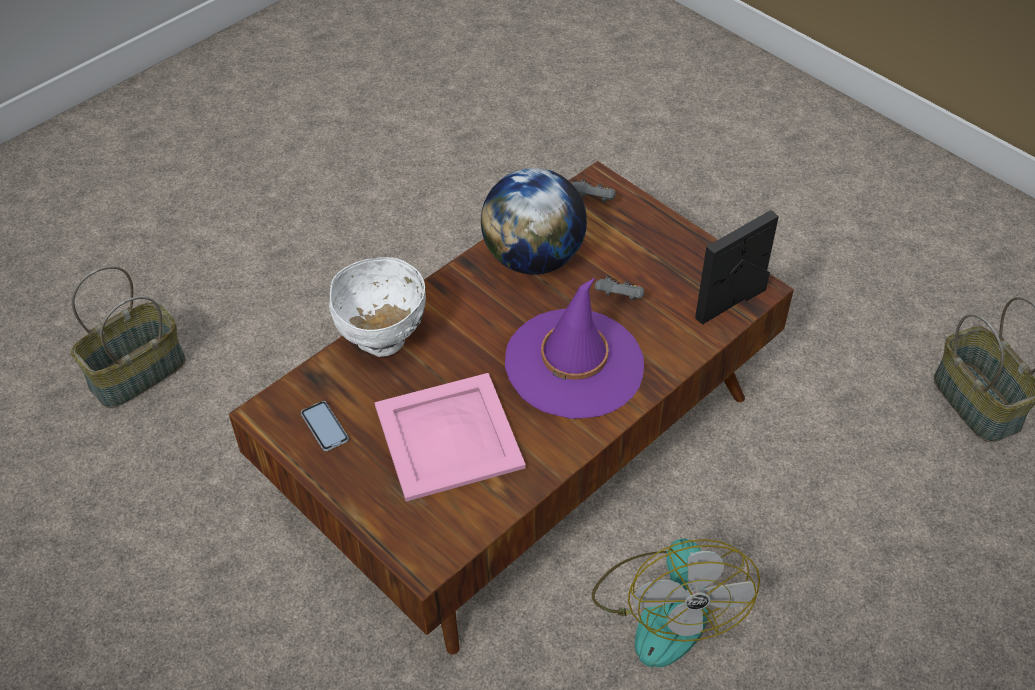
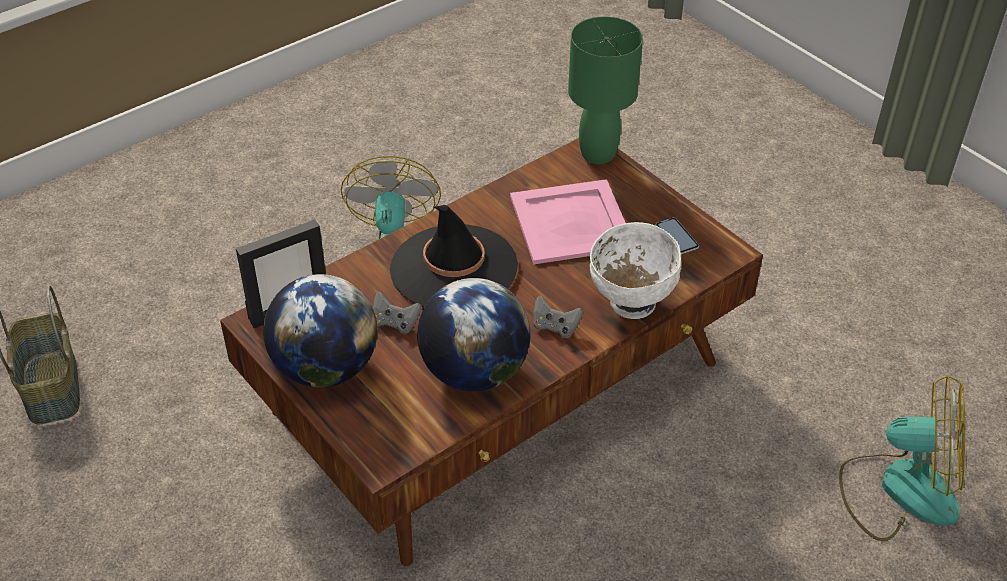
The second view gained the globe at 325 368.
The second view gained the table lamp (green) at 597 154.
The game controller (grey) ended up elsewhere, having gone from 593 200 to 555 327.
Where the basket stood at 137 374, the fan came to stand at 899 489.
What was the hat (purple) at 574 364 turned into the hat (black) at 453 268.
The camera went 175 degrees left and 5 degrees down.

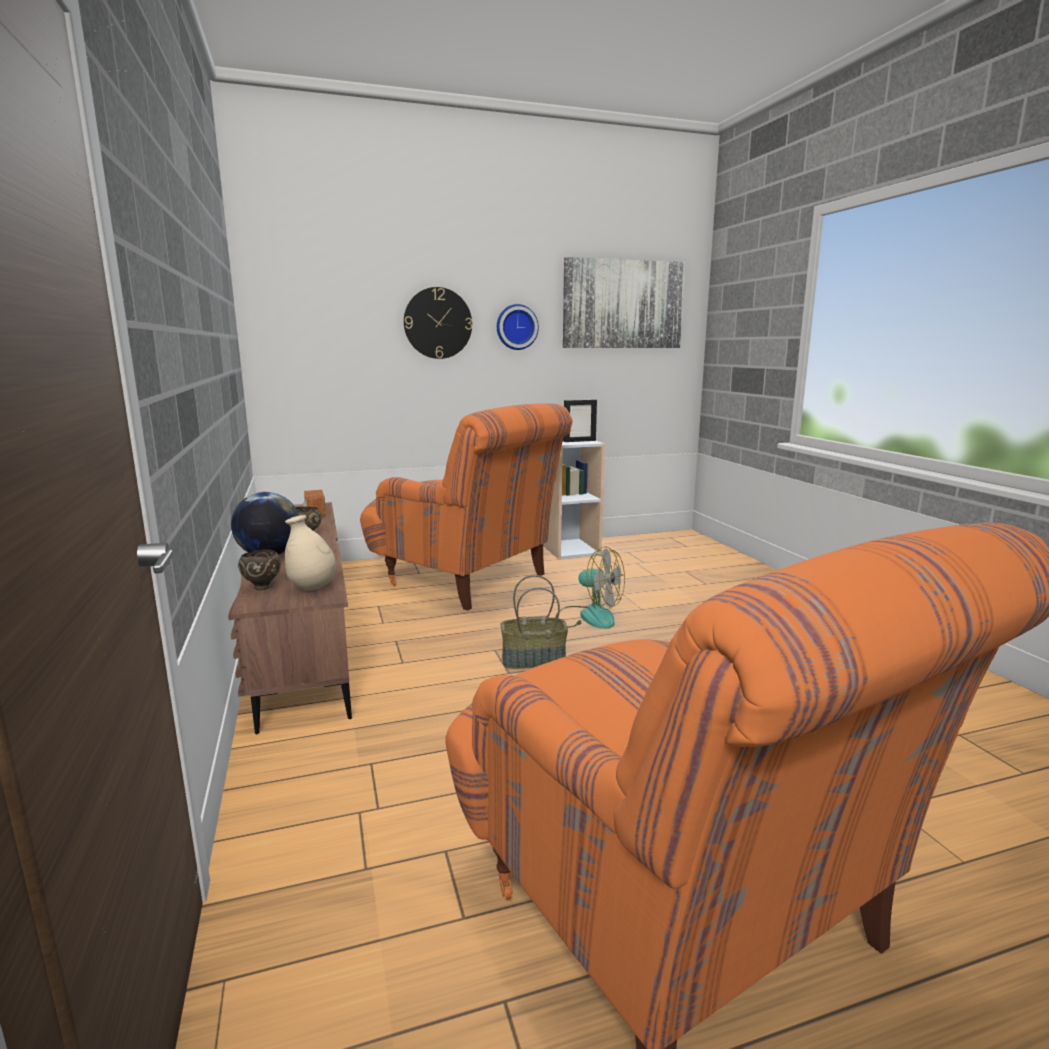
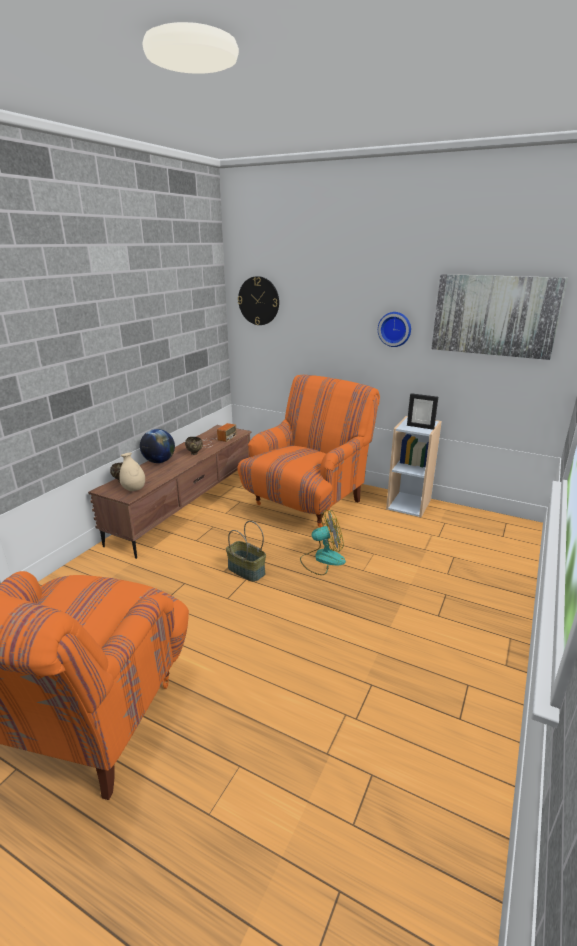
The wall clock ended up elsewhere, having gone from 438 323 to 258 301.
The armchair (orange) at 468 580 ended up facing another way, 135 degrees counterclockwise from before.
The fan at 588 617 ended up facing another way, 90 degrees counterclockwise from before.
The camera went 45 degrees right and 10 degrees up.

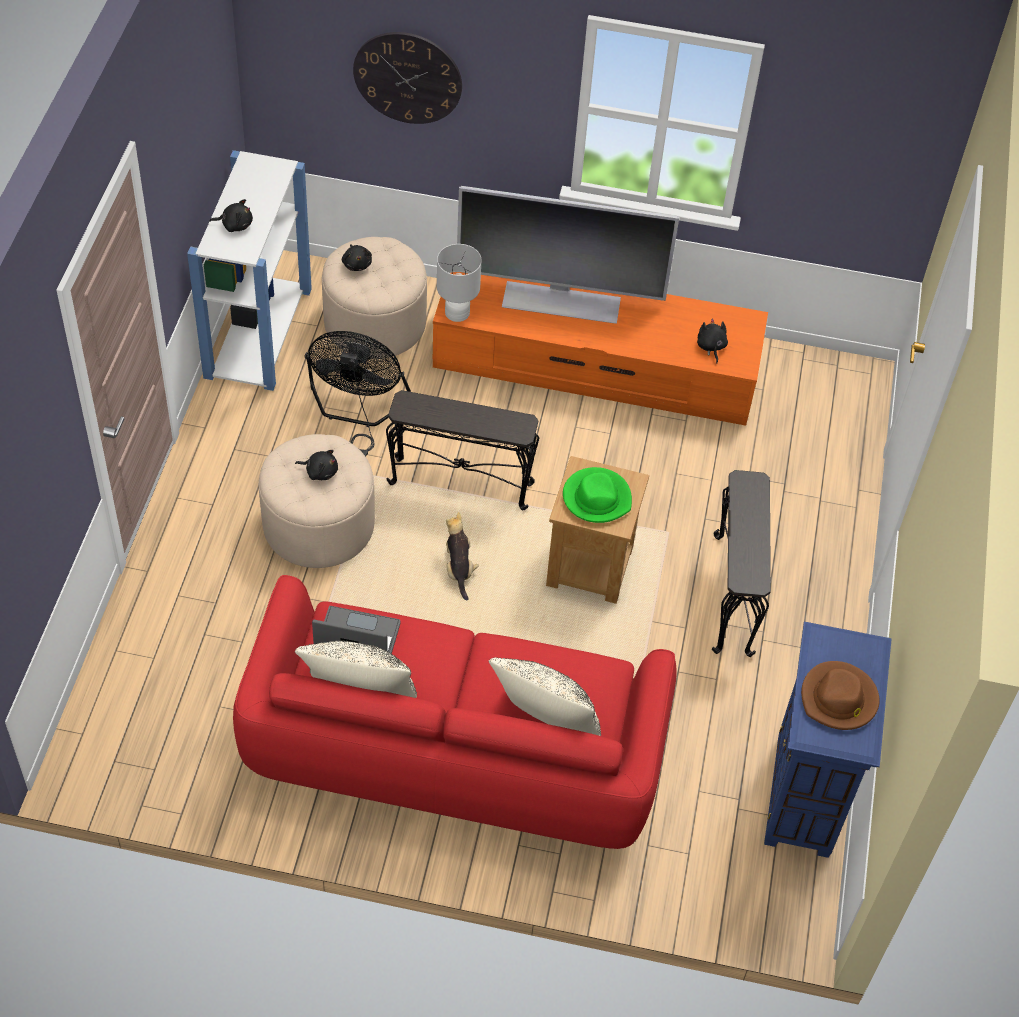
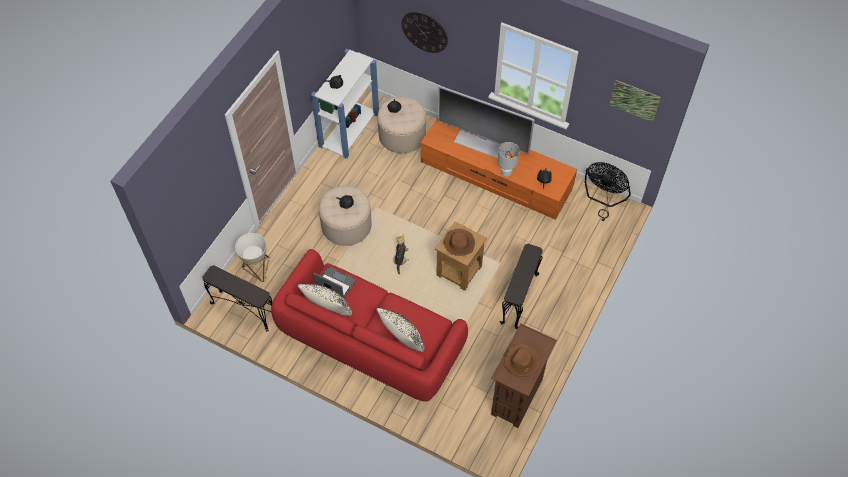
The second view gained the planter at 257 268.
The second view gained the picture at 634 100.
The fan (black) ended up elsewhere, having gone from 356 412 to 603 198.
The side table (black) ended up elsewhere, having gone from 460 485 to 243 311.
The table lamp (grey) ended up elsewhere, having gone from 457 313 to 506 172.
What was the hat (green) at 597 498 turned into the hat (brown) at 459 243.
What was the cabinet (blue) at 804 799 turned into the cabinet (brown) at 516 399.
The camera went 20 degrees right and 5 degrees up.

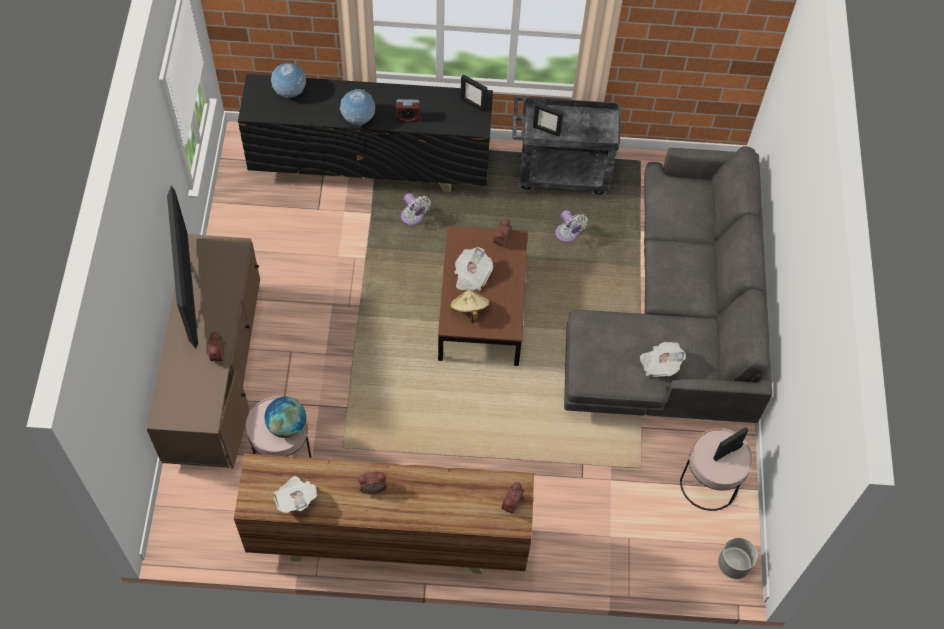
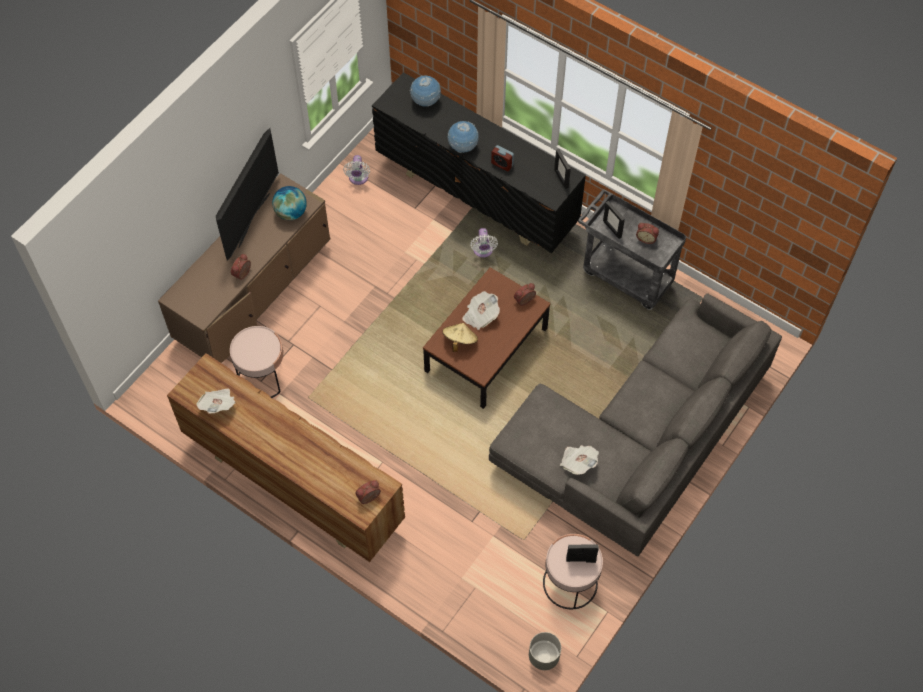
The globe ended up elsewhere, having gone from 287 425 to 291 213.
The alarm clock ended up elsewhere, having gone from 372 486 to 646 238.
The fan (white) ended up elsewhere, having gone from 567 235 to 358 179.
The camera went 35 degrees right and 0 degrees up.

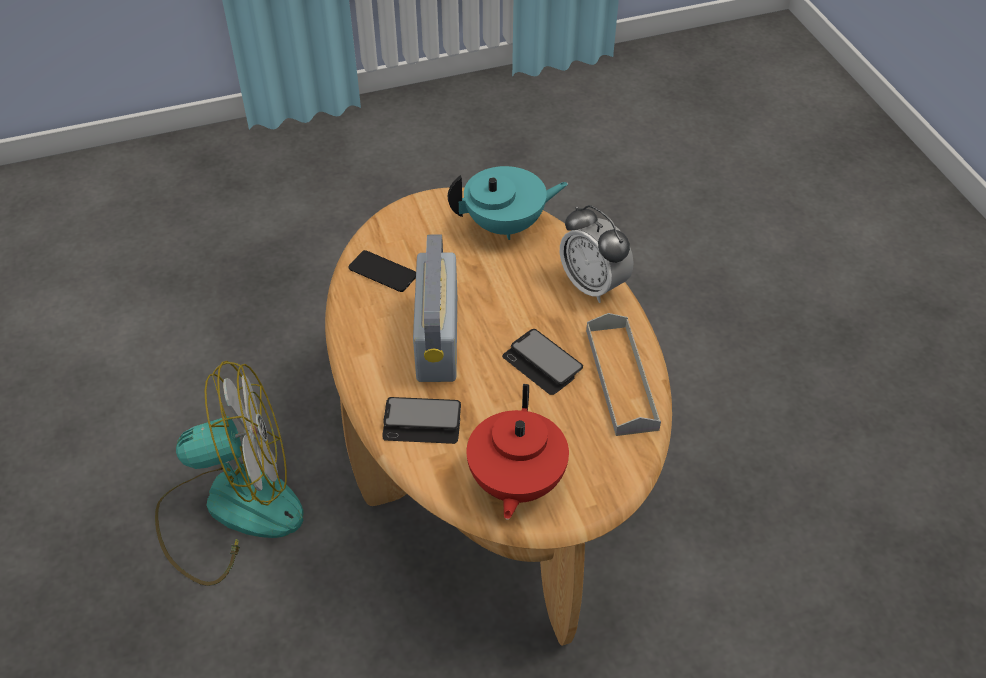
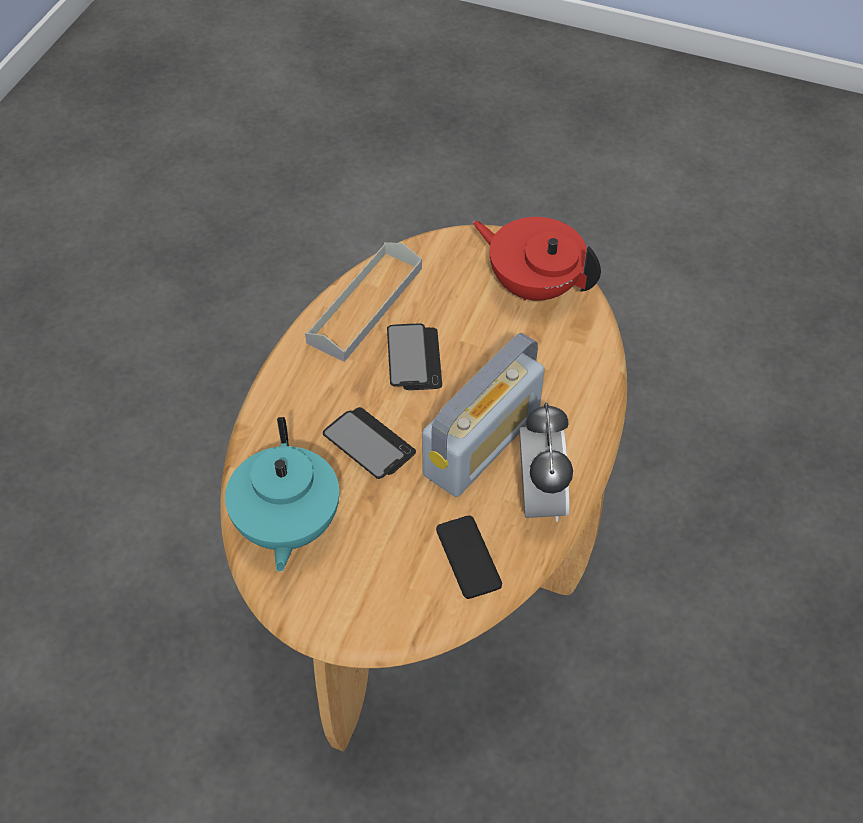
The second view lost the fan at 230 509.
The phone ended up elsewhere, having gone from 422 422 to 369 444.
The alarm clock ended up elsewhere, having gone from 593 285 to 540 498.
The teapot (turquoise) at 506 225 ended up facing another way, 120 degrees counterclockwise from before.
The teapot (red) at 515 482 ended up facing another way, 105 degrees counterclockwise from before.
The camera went 140 degrees left and 5 degrees up.

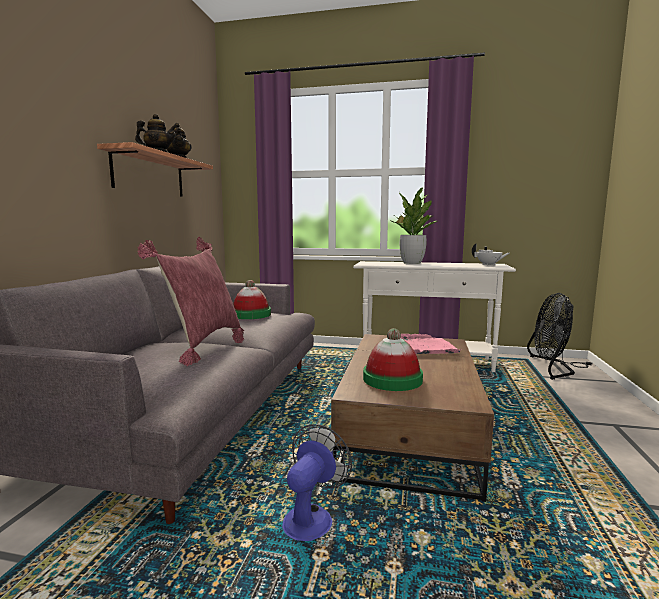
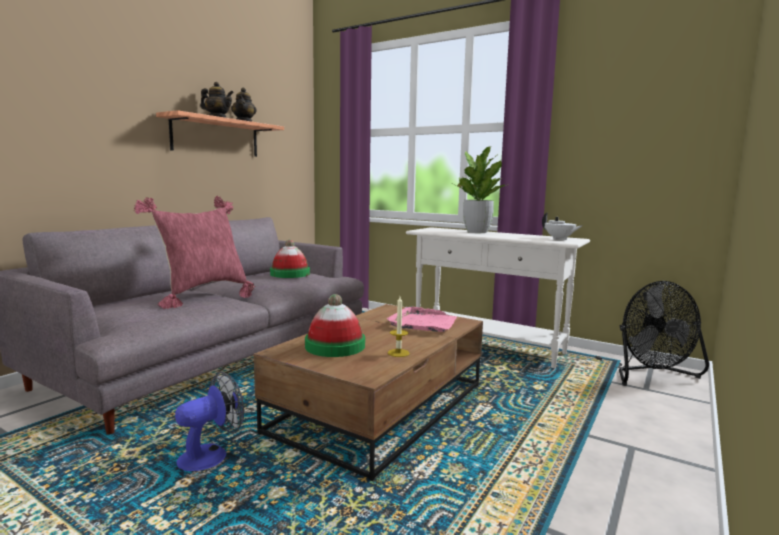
The second view gained the candle at 398 353.
The fan (black) at 555 367 ended up facing another way, 135 degrees counterclockwise from before.
The camera went 20 degrees right and 0 degrees up.

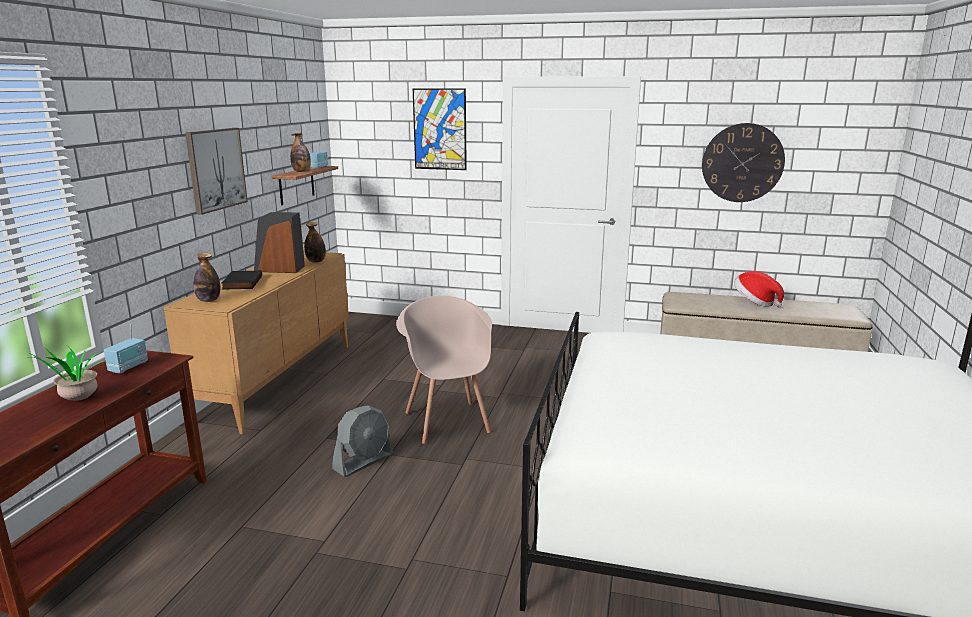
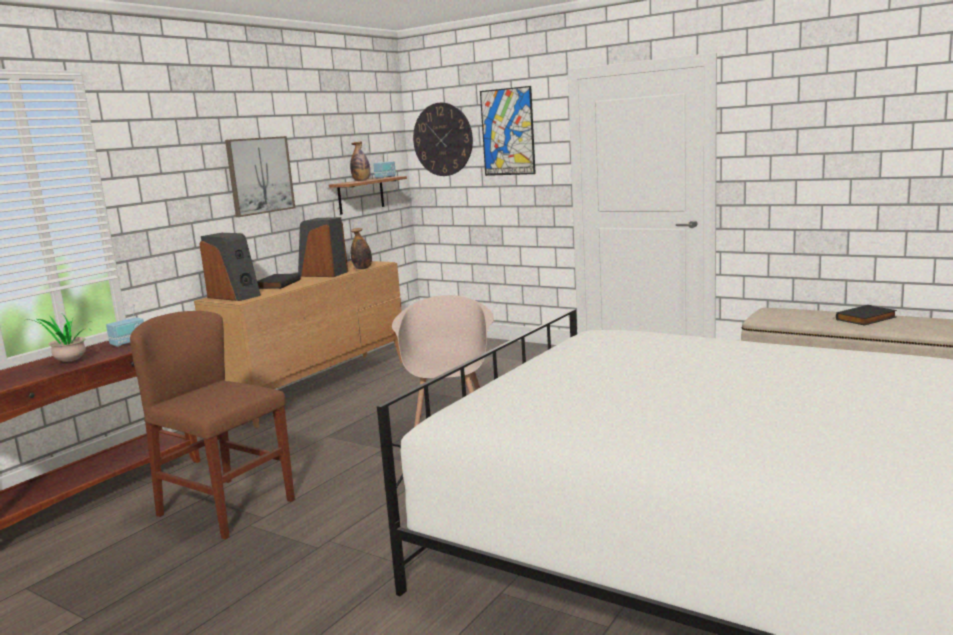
The second view lost the fan (grey) at 363 462.
The second view gained the chair (brown) at 226 507.
The wall clock ended up elsewhere, having gone from 742 163 to 443 139.
Where the bottle stood at 208 300, the speaker came to stand at 234 296.
Where the hat stood at 754 302, the book (black) came to stand at 866 319.
The camera went 20 degrees right and 5 degrees down.

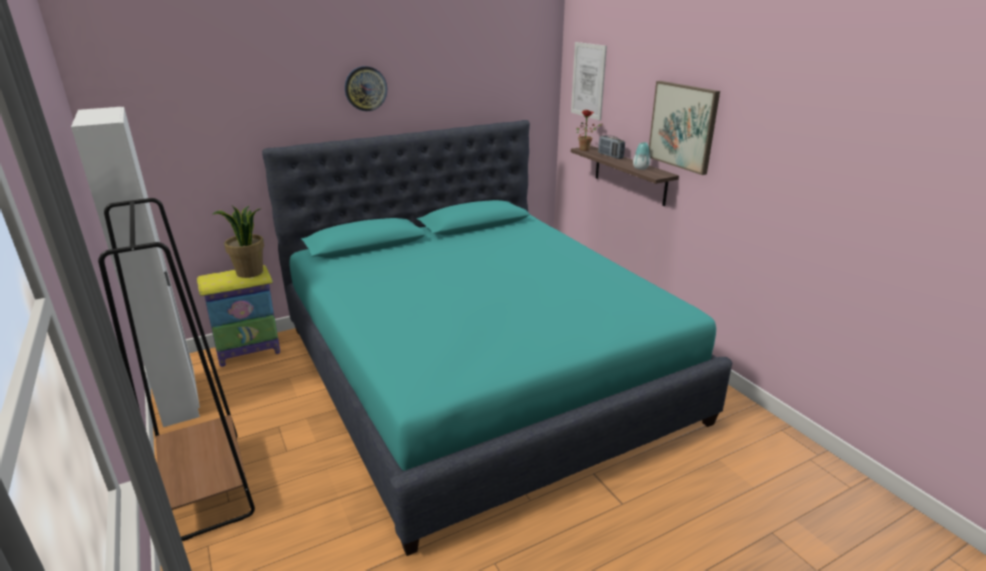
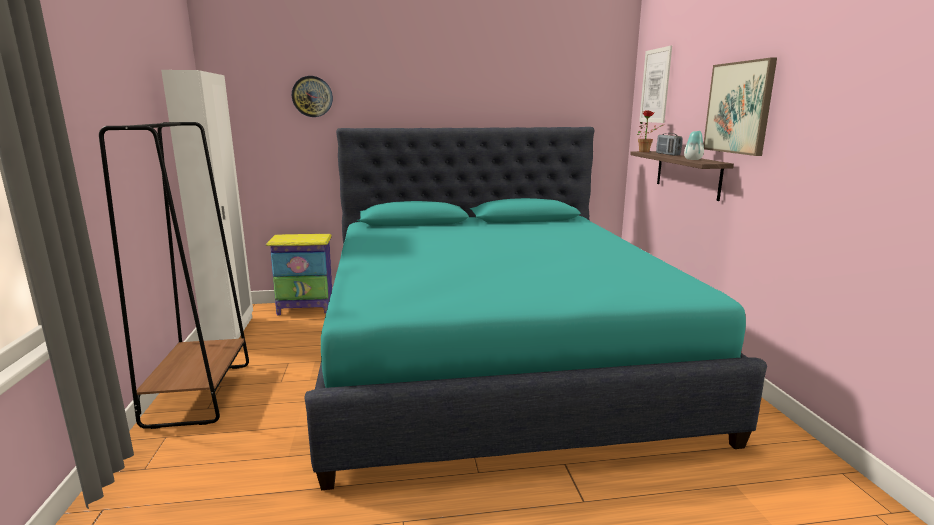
The second view lost the potted plant at 249 272.
The wall clock ended up elsewhere, having gone from 365 88 to 312 96.
The camera went 20 degrees right and 10 degrees down.

